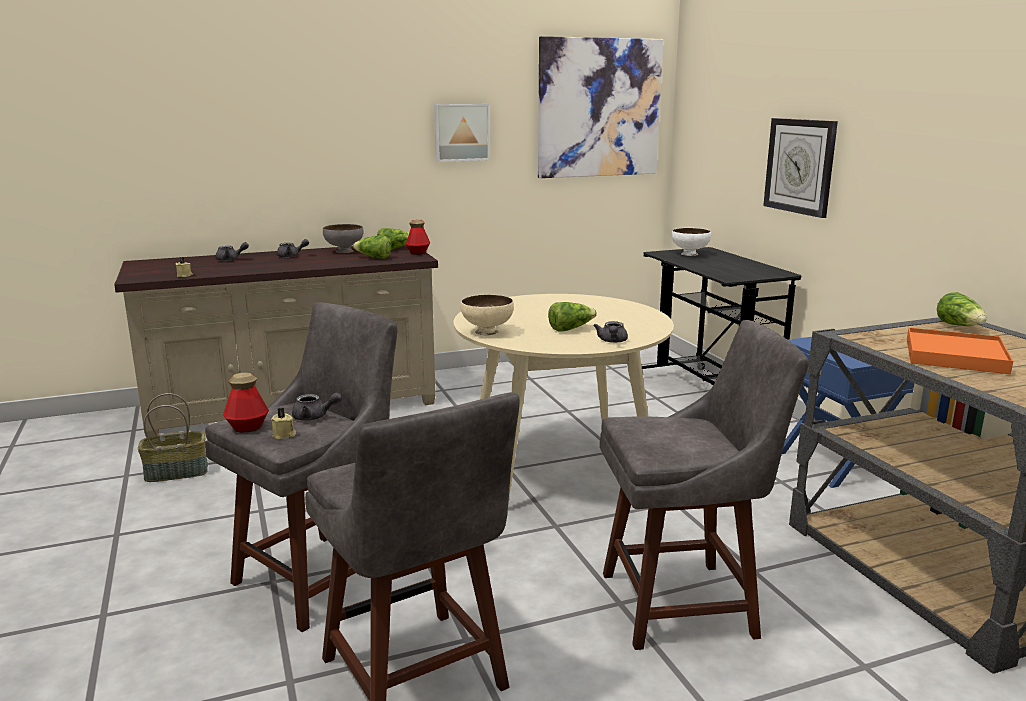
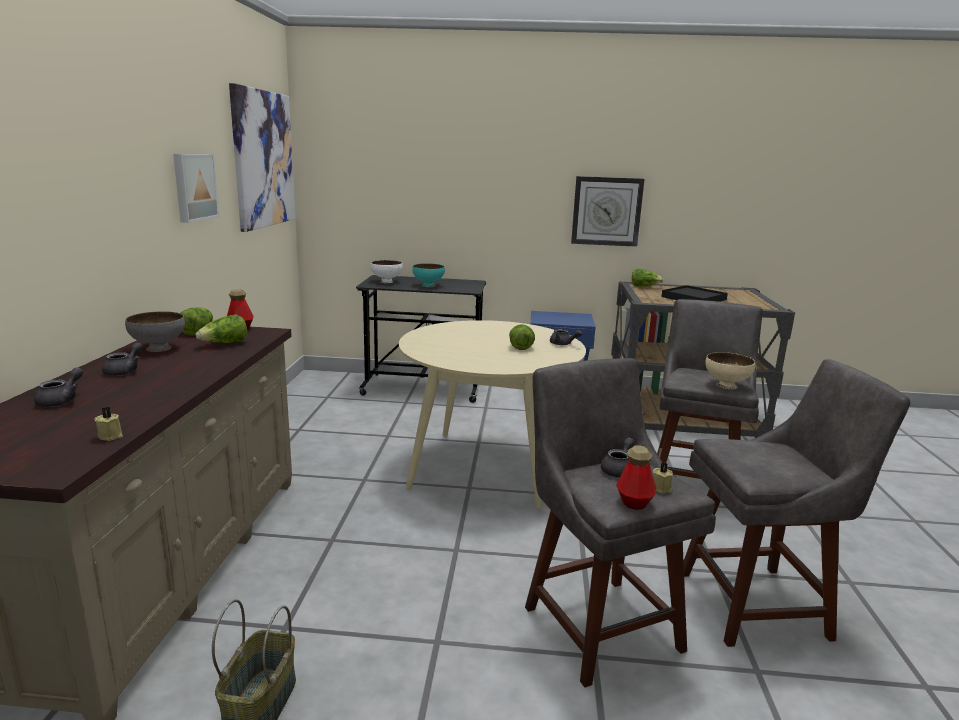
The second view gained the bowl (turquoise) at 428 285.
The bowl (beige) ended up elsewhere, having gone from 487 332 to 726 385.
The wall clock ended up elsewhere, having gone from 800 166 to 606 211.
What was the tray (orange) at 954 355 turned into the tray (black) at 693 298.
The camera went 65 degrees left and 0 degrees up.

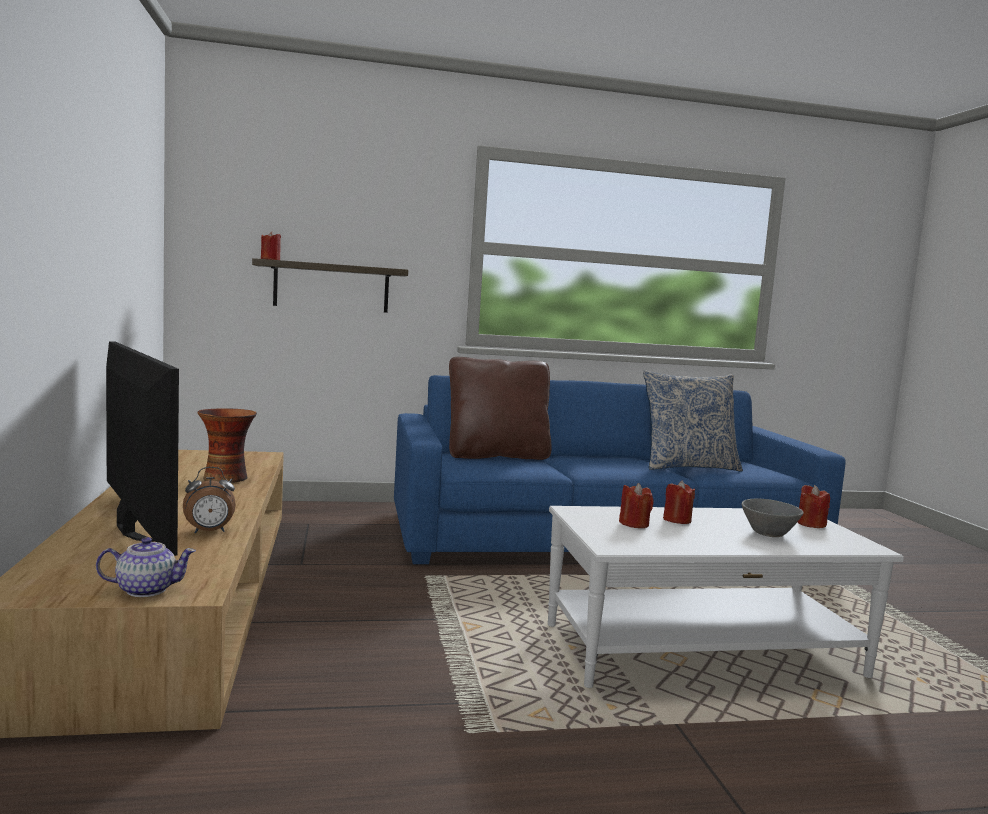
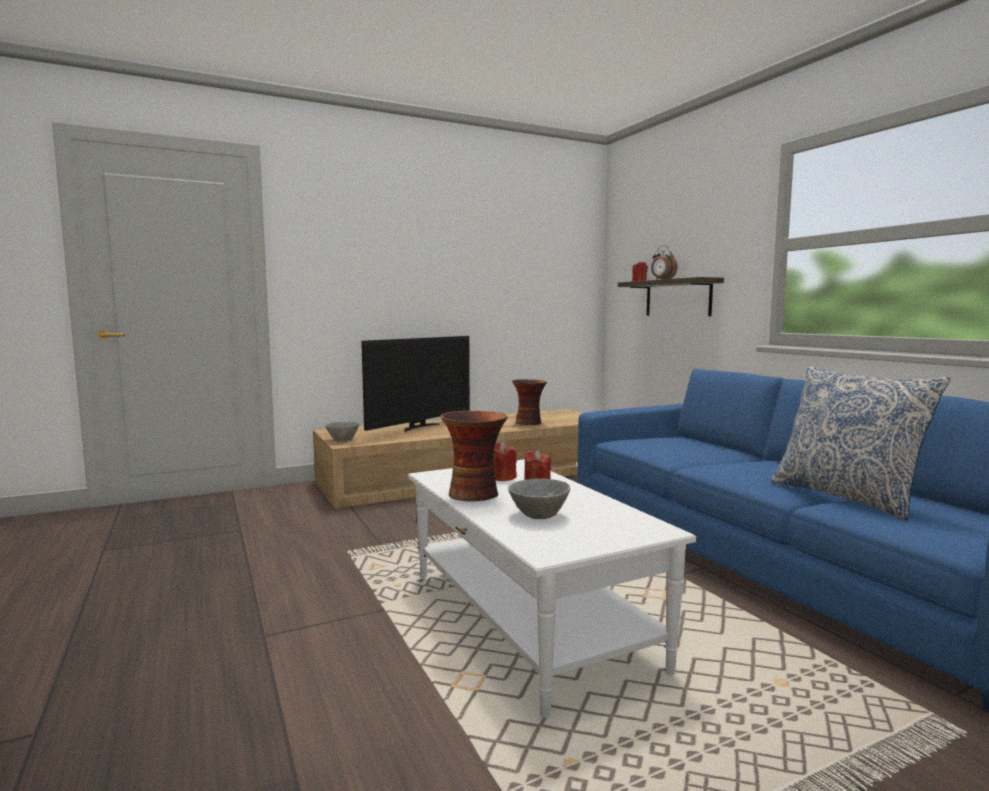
The second view lost the pillow (brown) at 497 455.
The second view lost the candle (red) at 811 524.
The second view gained the vase at 475 494.
The alarm clock ended up elsewhere, having gone from 209 532 to 662 280.
Where the teapot stood at 146 590, the bowl (grey) came to stand at 343 439.
The camera went 75 degrees right and 0 degrees up.

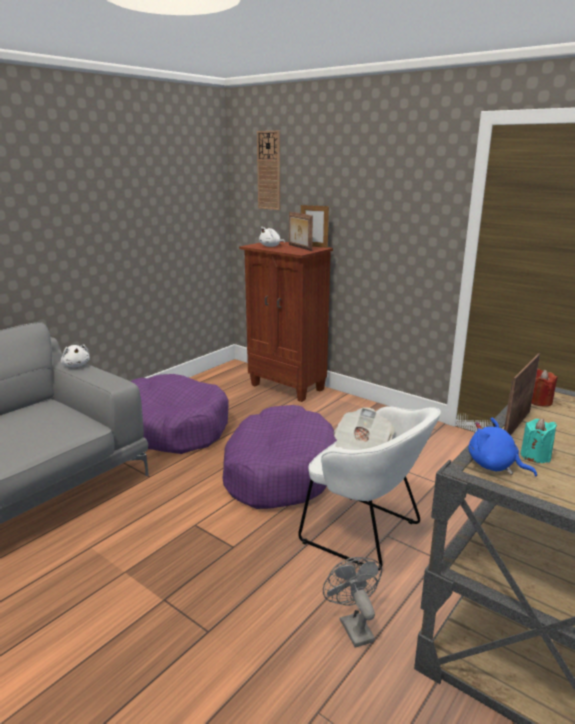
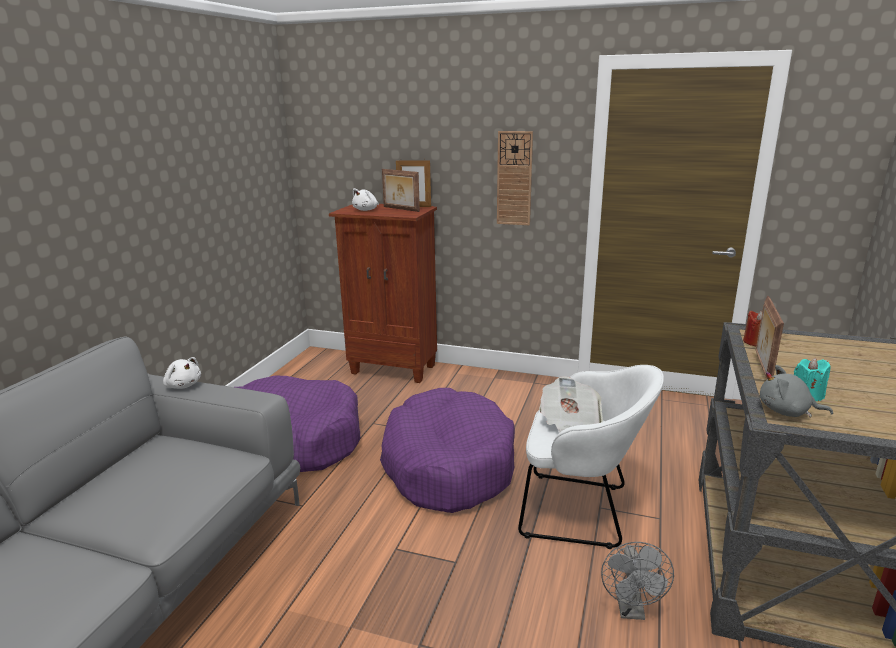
The wall clock ended up elsewhere, having gone from 269 170 to 514 178.
What was the plush toy (blue) at 494 466 turned into the plush toy (grey) at 787 412.
The fan (grey) at 353 626 ended up facing another way, 135 degrees counterclockwise from before.
The camera went 20 degrees left and 0 degrees up.

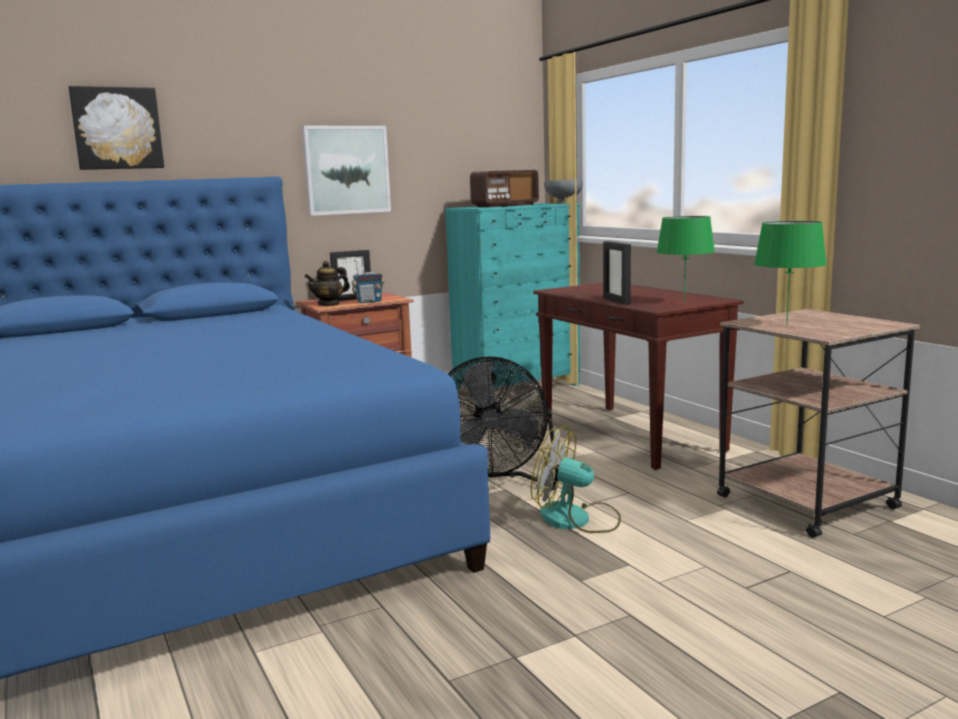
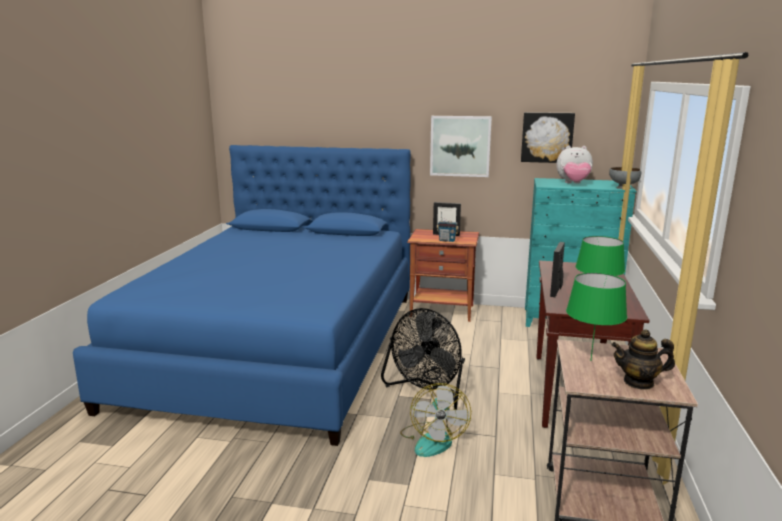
The picture ended up elsewhere, having gone from 117 128 to 547 137.
The teapot ended up elsewhere, having gone from 329 304 to 639 382.
Where the radio stood at 505 206, the plush toy came to stand at 573 183.
The fan at 576 519 ended up facing another way, 150 degrees counterclockwise from before.
The camera went 40 degrees right and 5 degrees up.

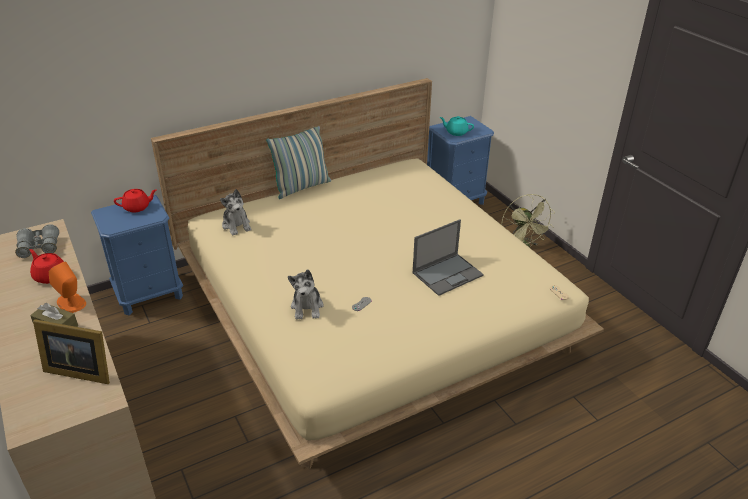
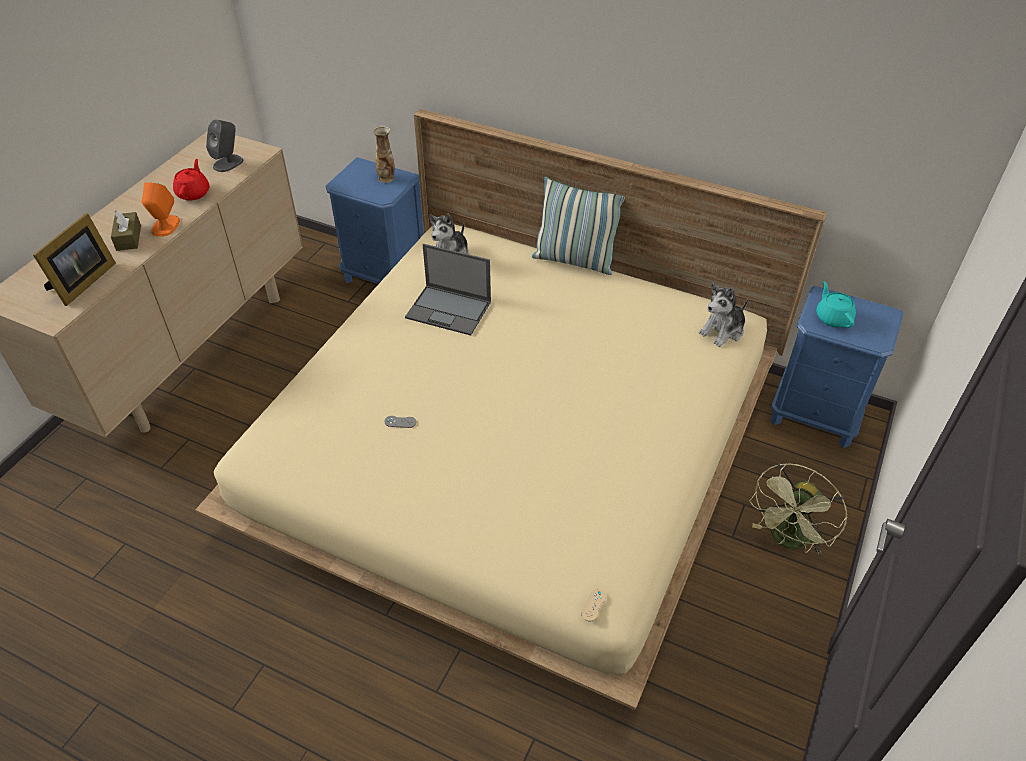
The plush toy ended up elsewhere, having gone from 307 307 to 723 331.
The laptop ended up elsewhere, having gone from 448 274 to 449 310.
Where the binoculars (grey) stood at 39 247, the speaker (grey) came to stand at 228 163.
Where the teapot (red) stood at 137 207, the vase came to stand at 386 178.
The picture frame at 79 370 ended up facing another way, 135 degrees counterclockwise from before.
The camera went 55 degrees right and 10 degrees up.

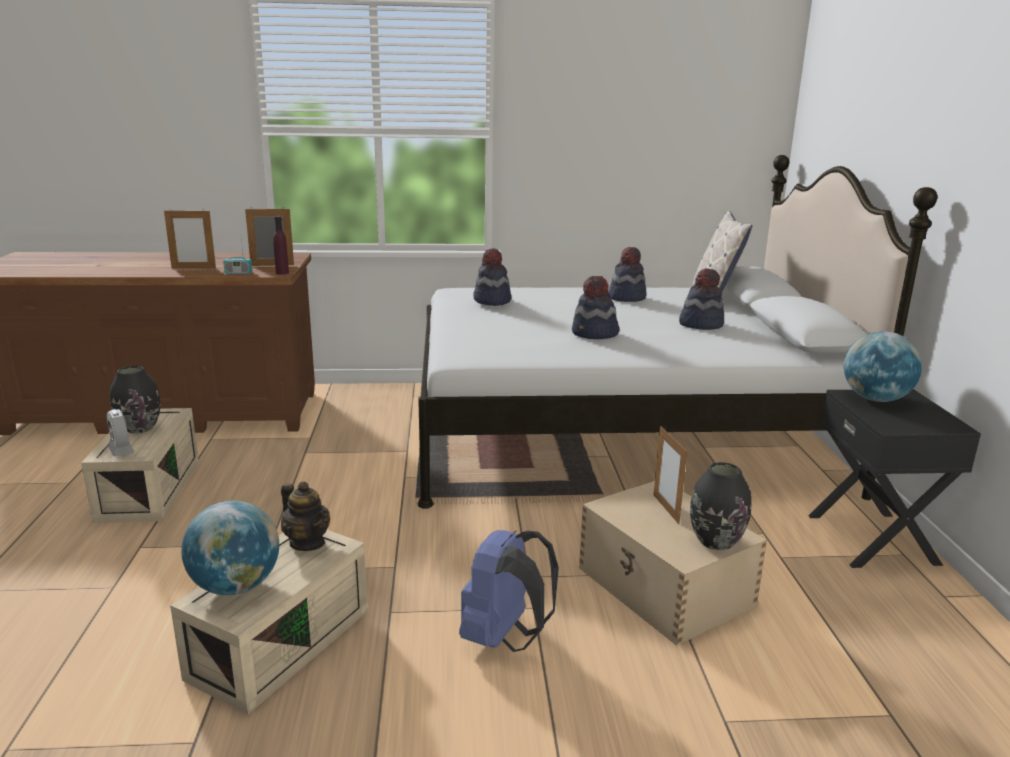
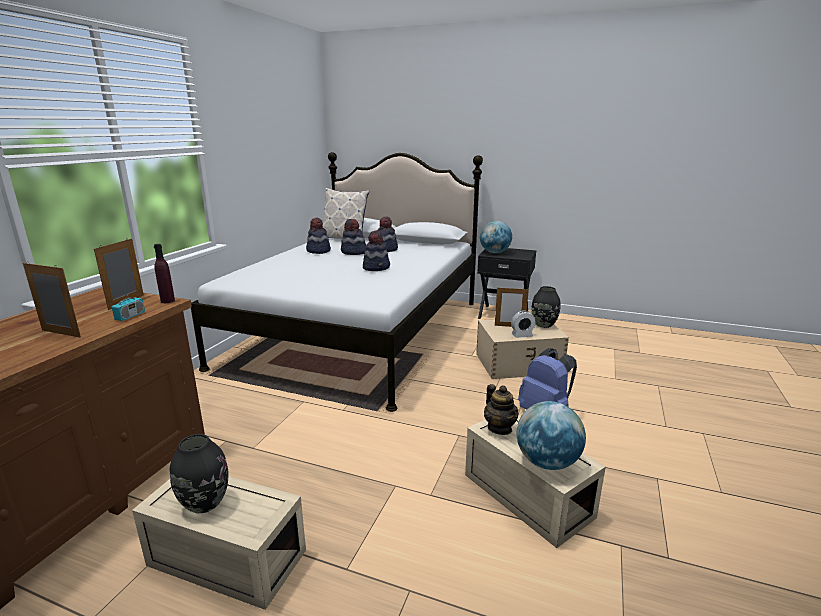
The alarm clock ended up elsewhere, having gone from 121 450 to 522 335.
The hat ended up elsewhere, having gone from 491 301 to 353 252.
The picture frame at 193 268 ended up facing another way, 90 degrees counterclockwise from before.
The teapot at 307 542 ended up facing another way, 90 degrees clockwise from before.
The camera went 65 degrees left and 0 degrees up.

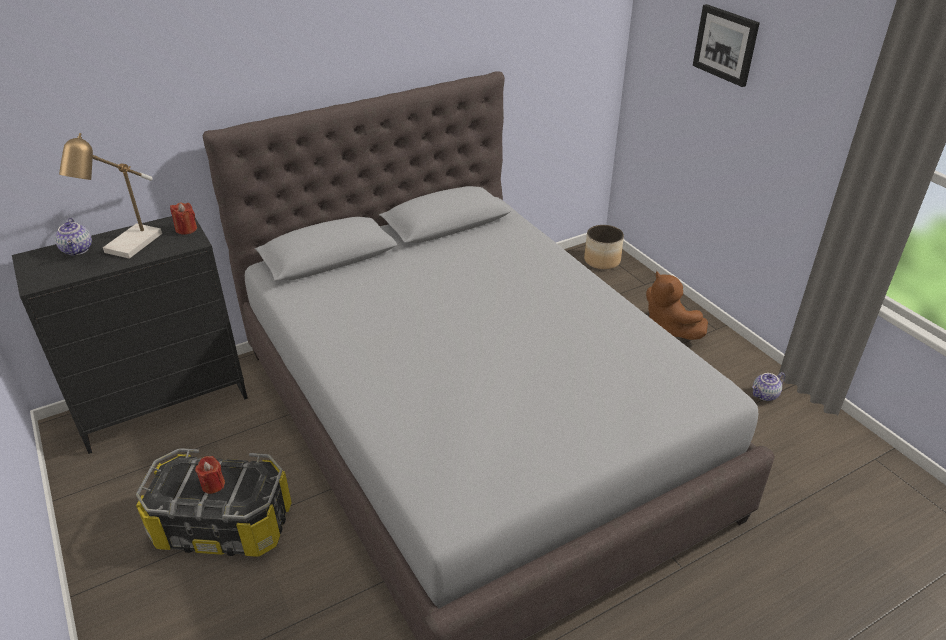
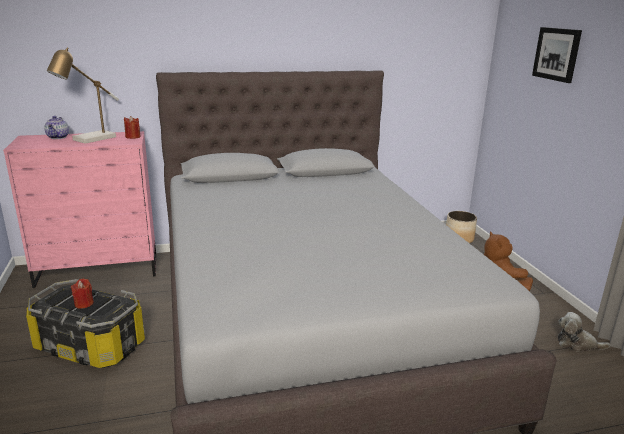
Where the teapot stood at 765 395, the plush toy came to stand at 577 344.
What was the dresser (black) at 164 403 turned into the dresser (pink) at 99 270.
The camera went 15 degrees right and 15 degrees down.

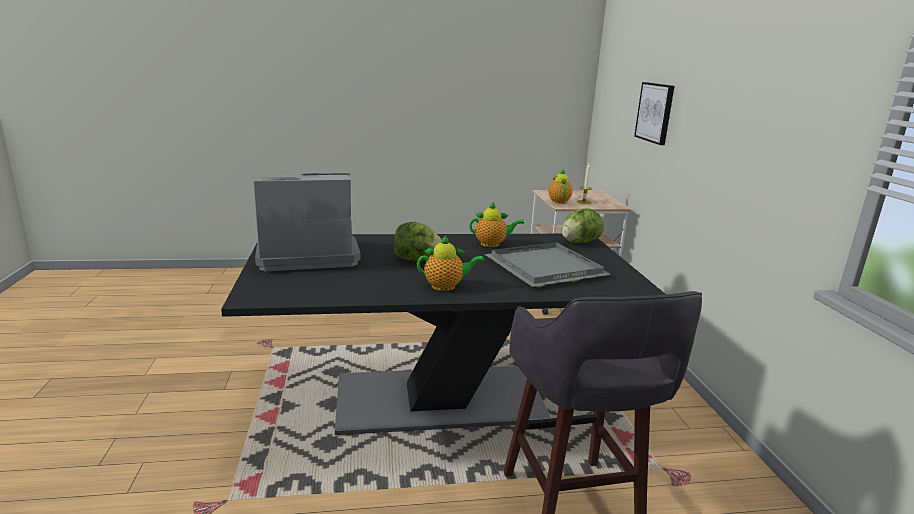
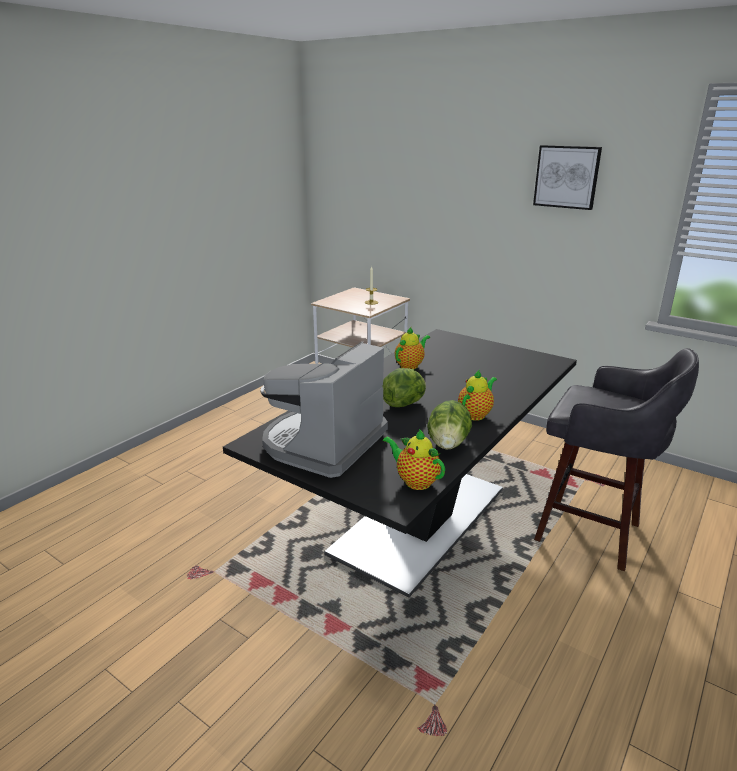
The second view lost the tray (grey) at 545 267.
The teapot ended up elsewhere, having gone from 558 201 to 415 481.
The lettuce ended up elsewhere, having gone from 579 242 to 448 444.
The picture ended up elsewhere, having gone from 655 112 to 566 177.
The camera went 45 degrees left and 5 degrees up.

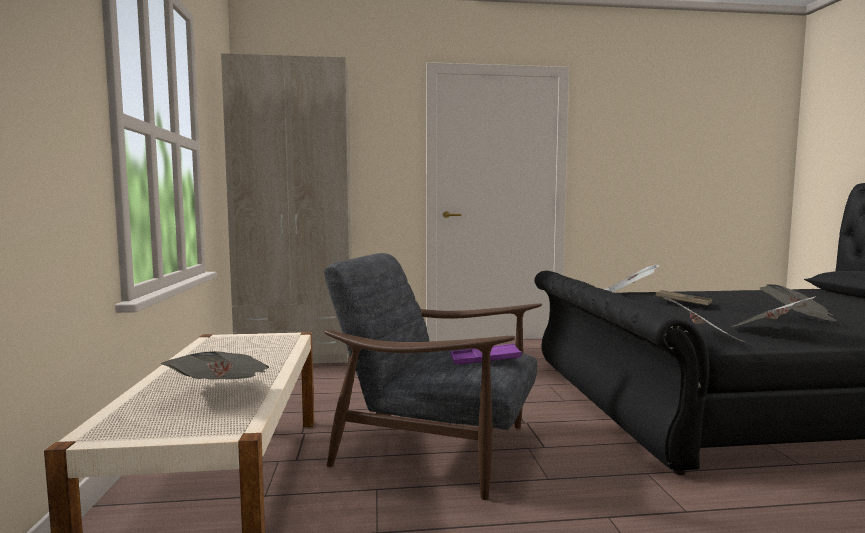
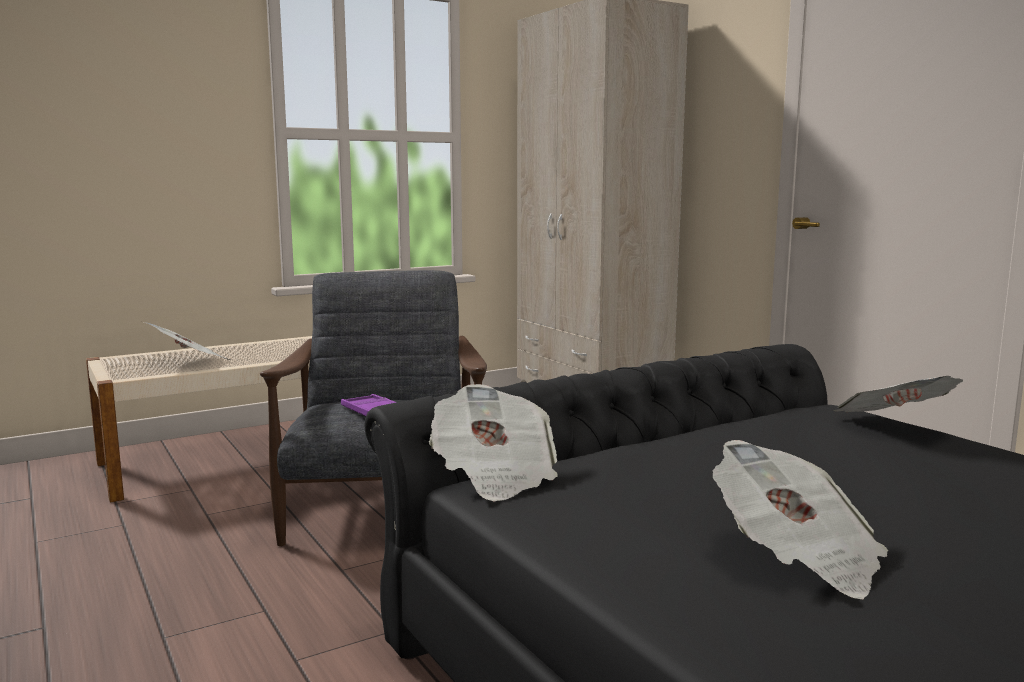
The second view lost the tray (brown) at 683 302.
The second view lost the newspaper at 768 332.
The camera went 65 degrees right and 5 degrees up.

